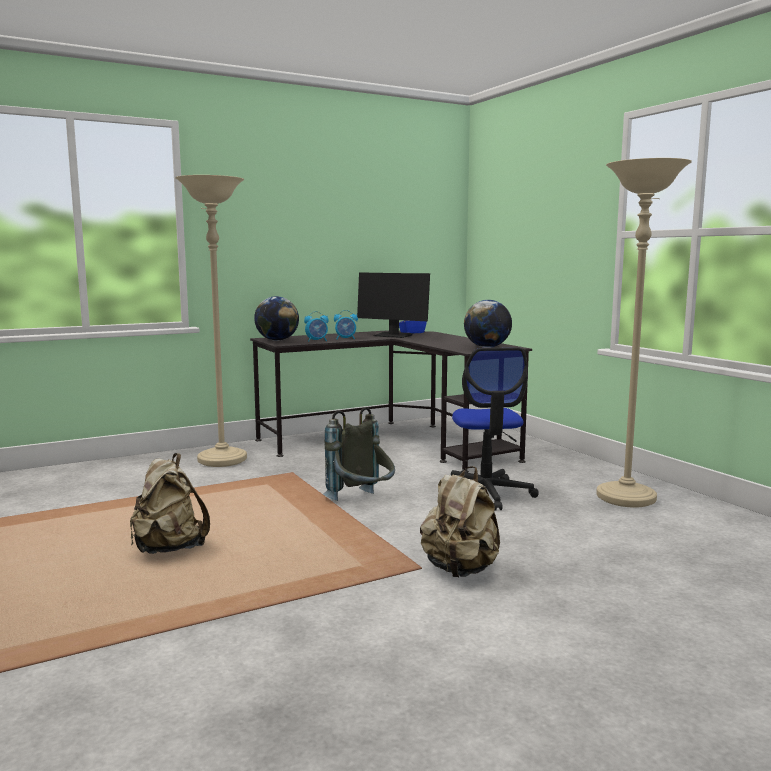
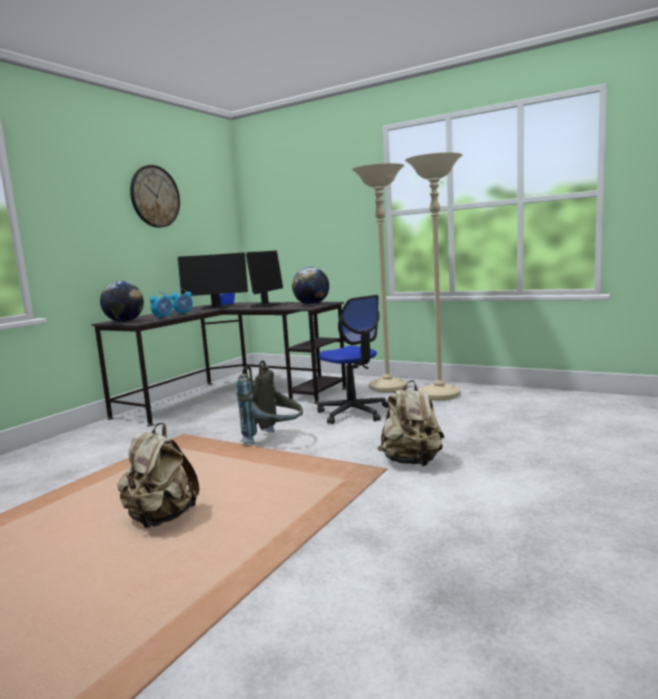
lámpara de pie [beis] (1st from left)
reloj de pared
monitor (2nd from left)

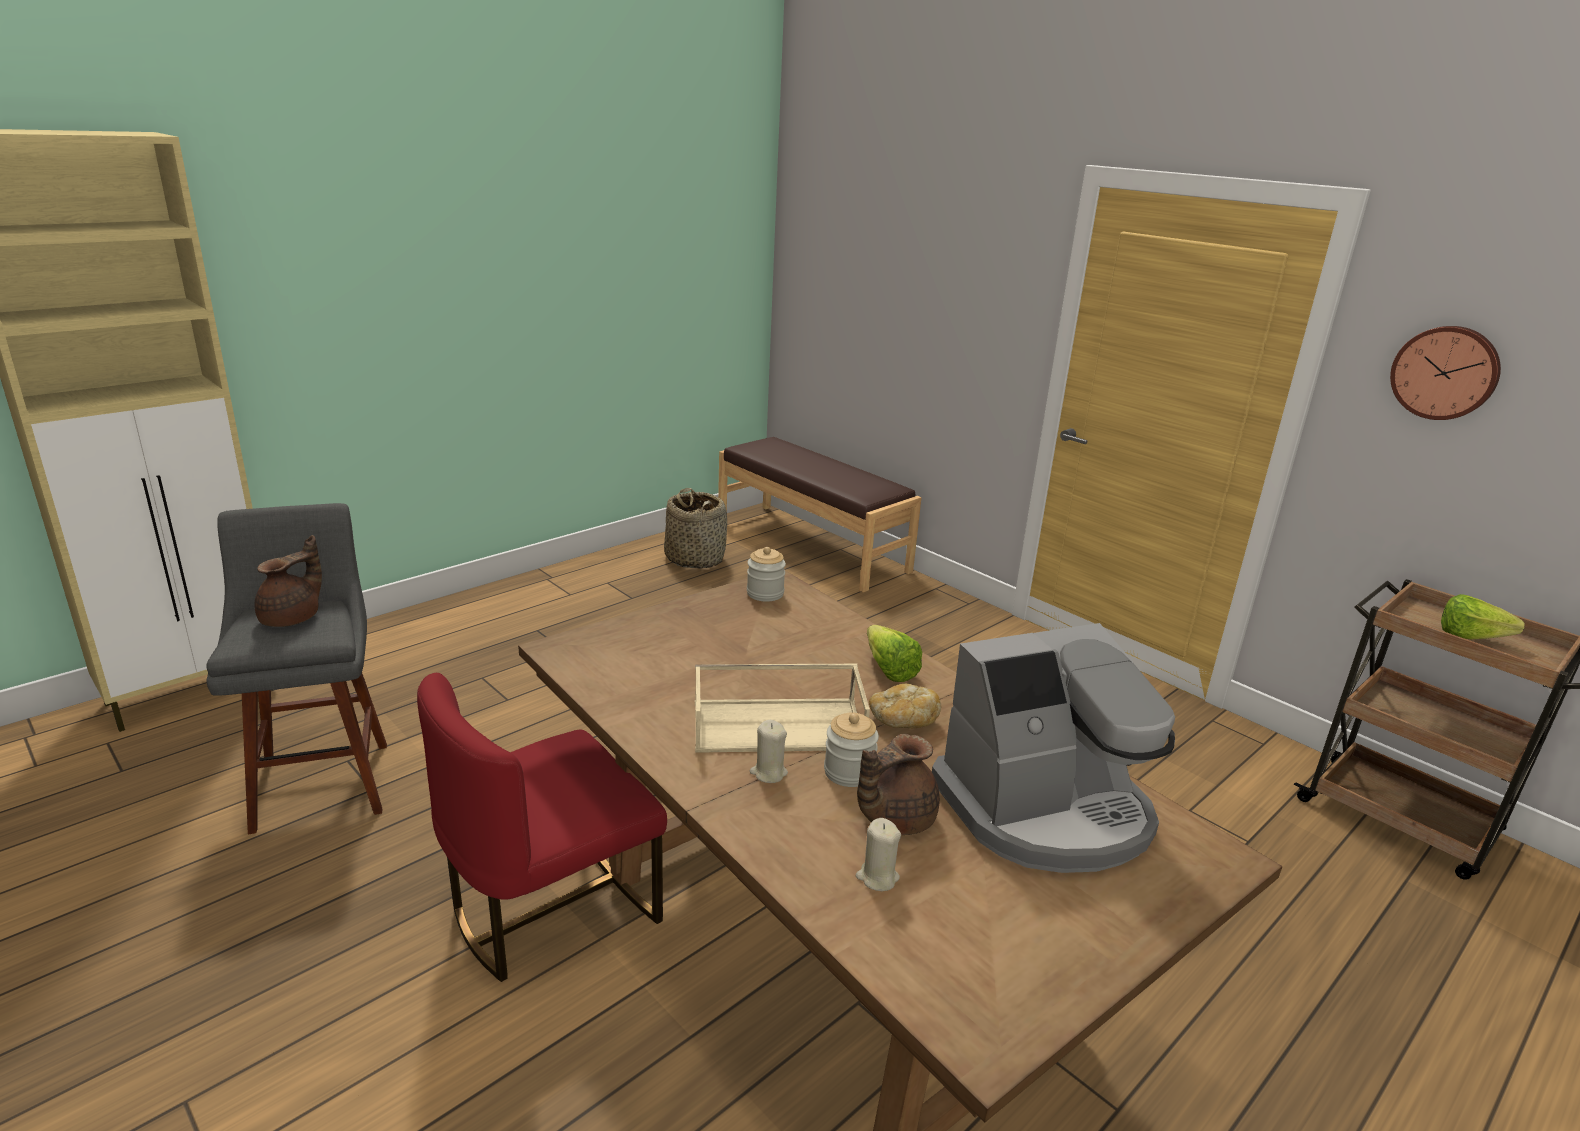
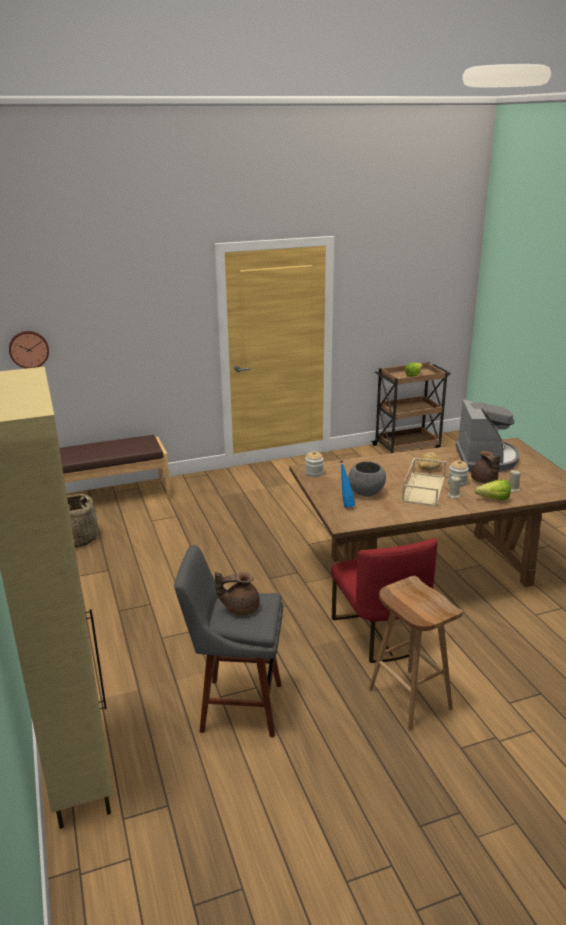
reloj de pared
tetera [marrón] (1st from left)
lechuga (2nd from left)
botella [azul]
cuenco [gris]
taburete [marrón]

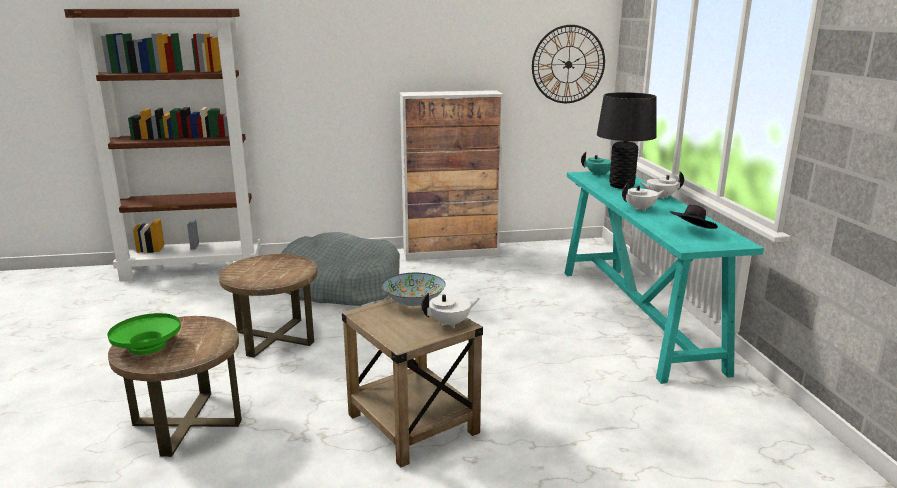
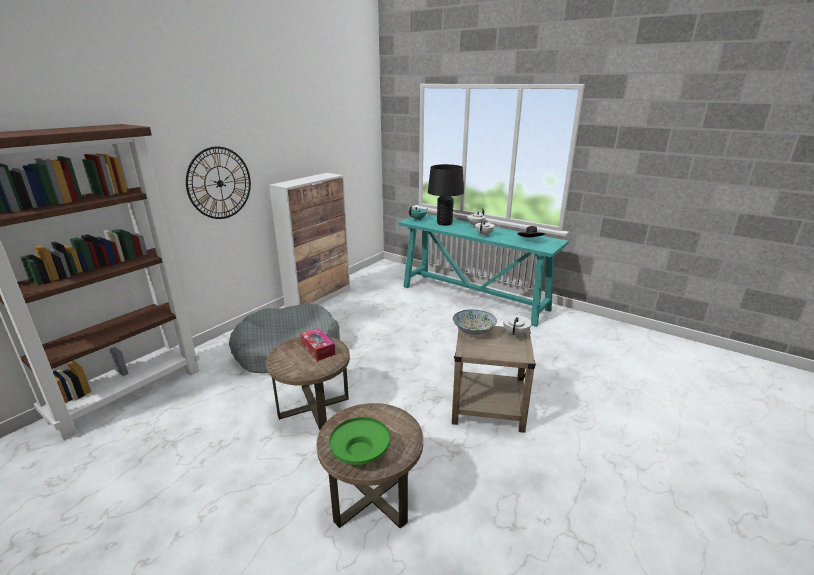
reloj de pared
caja de pañuelos

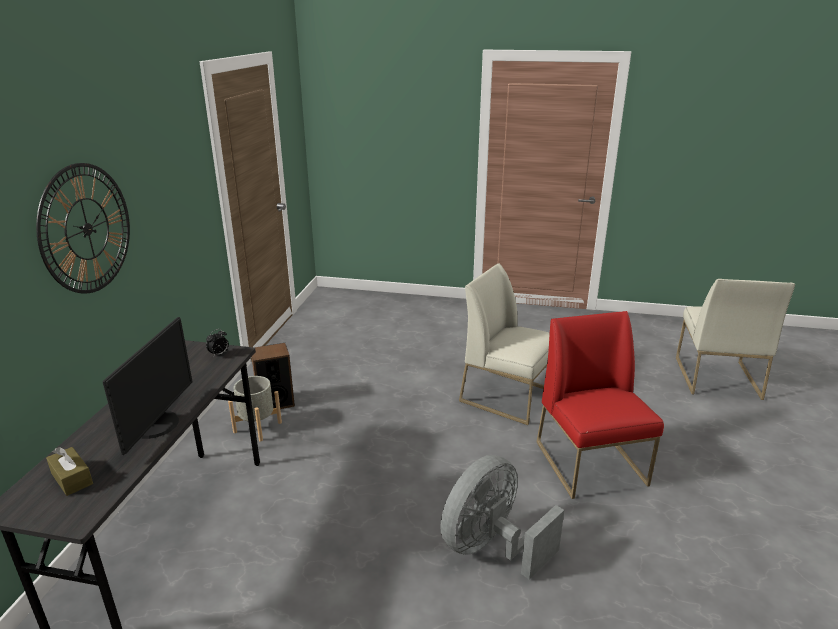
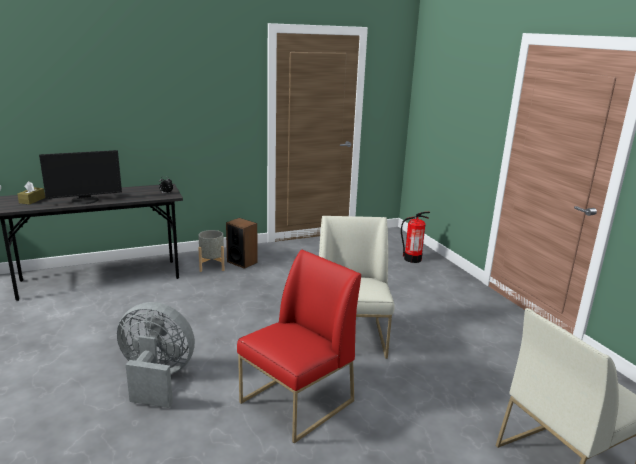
reloj de pared
extintor

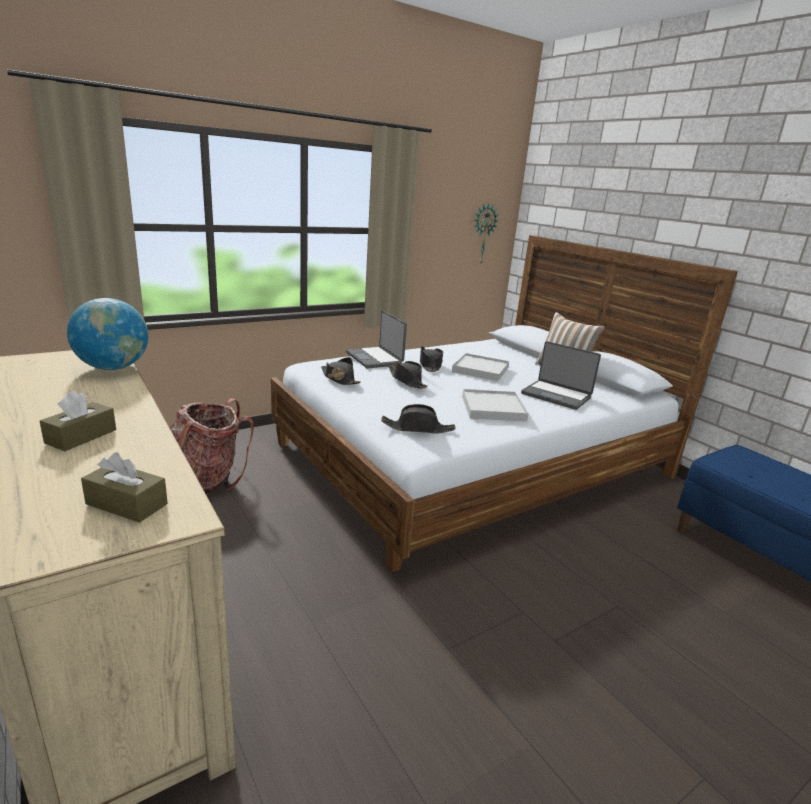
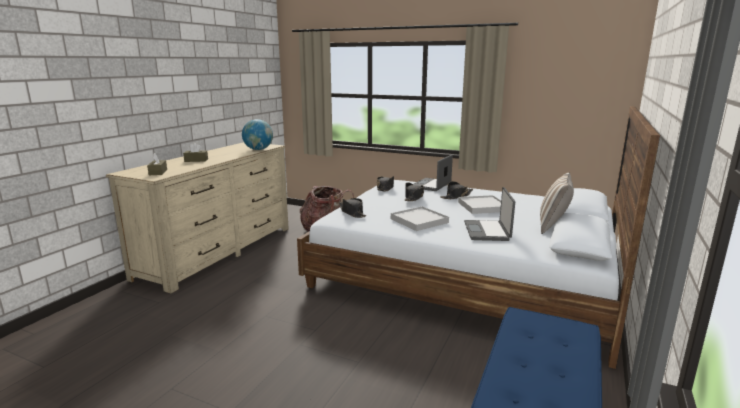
reloj de pared

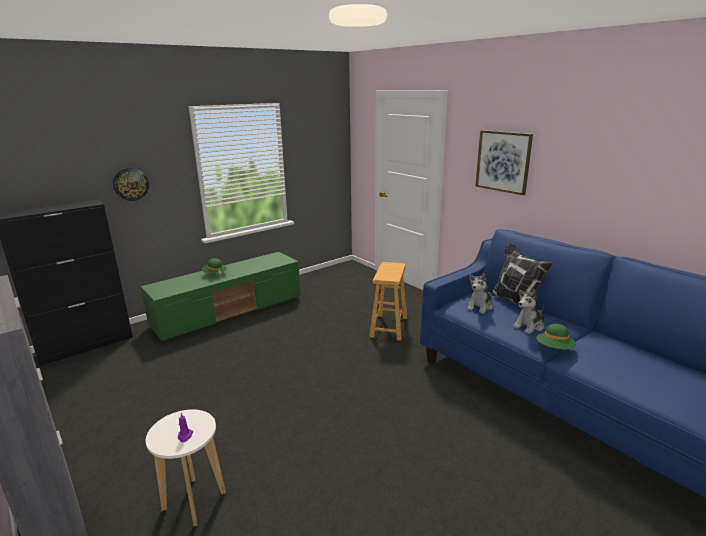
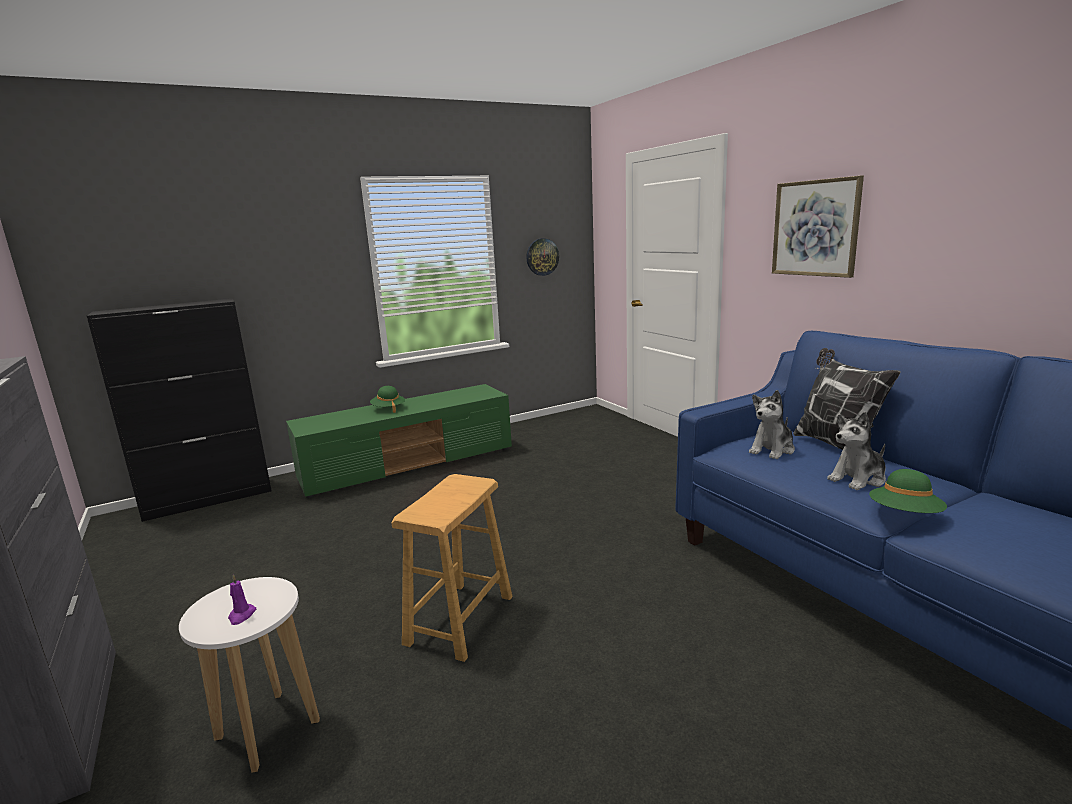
reloj de pared
taburete [marrón]

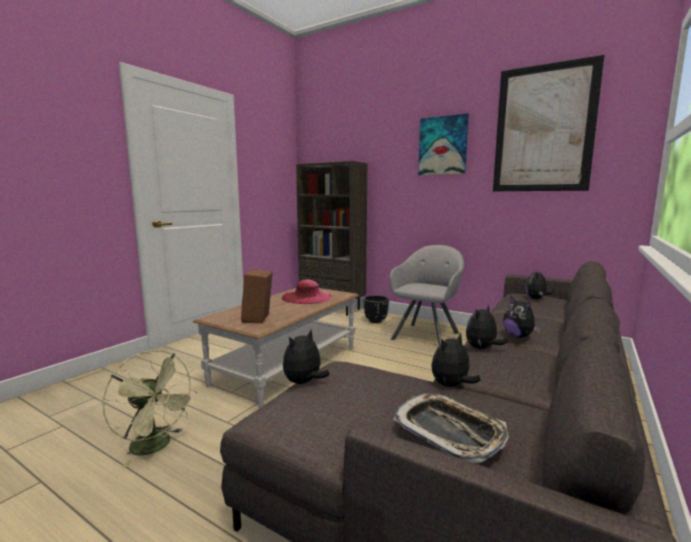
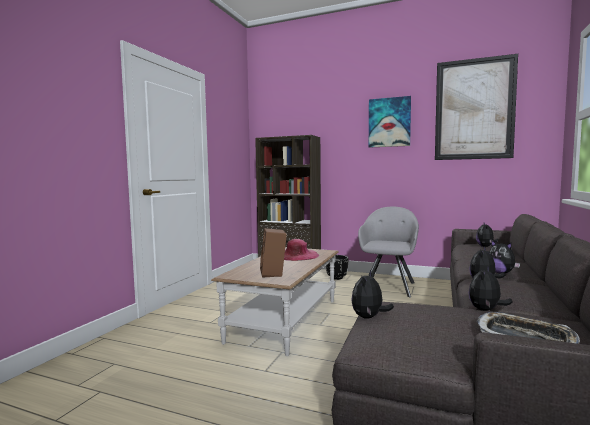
ventilador [verde]

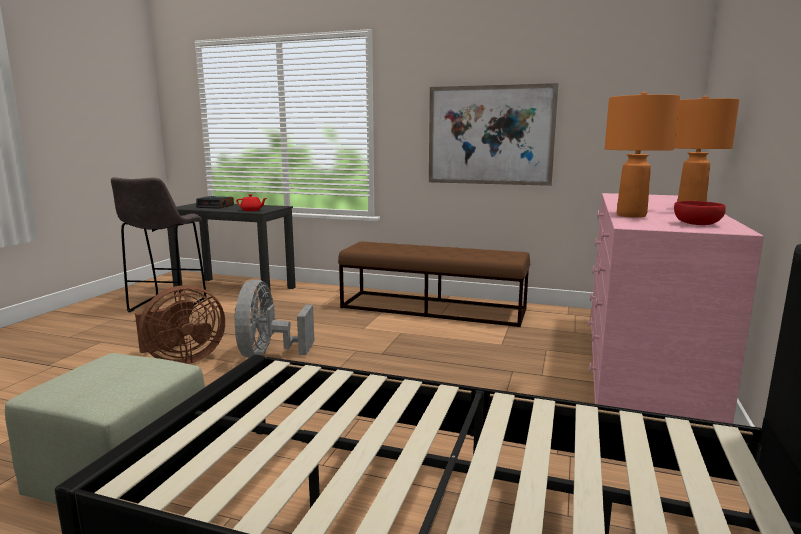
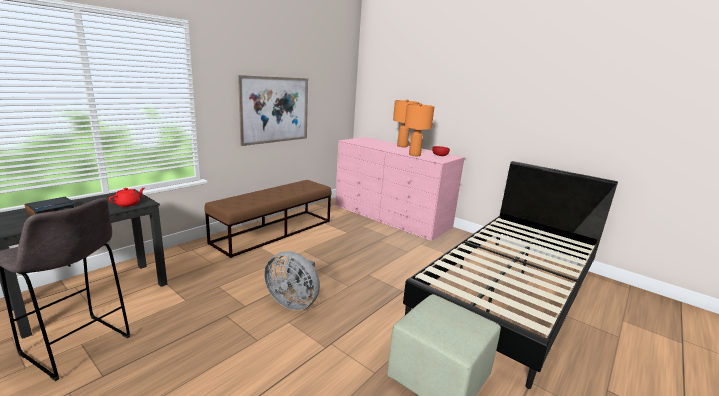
ventilador [marrón]

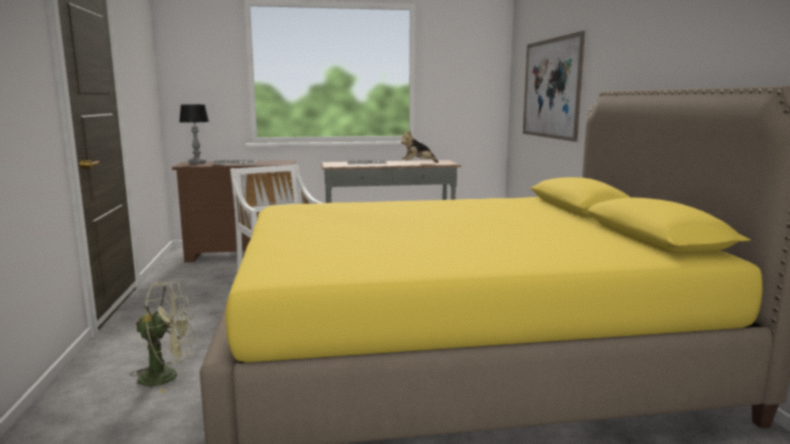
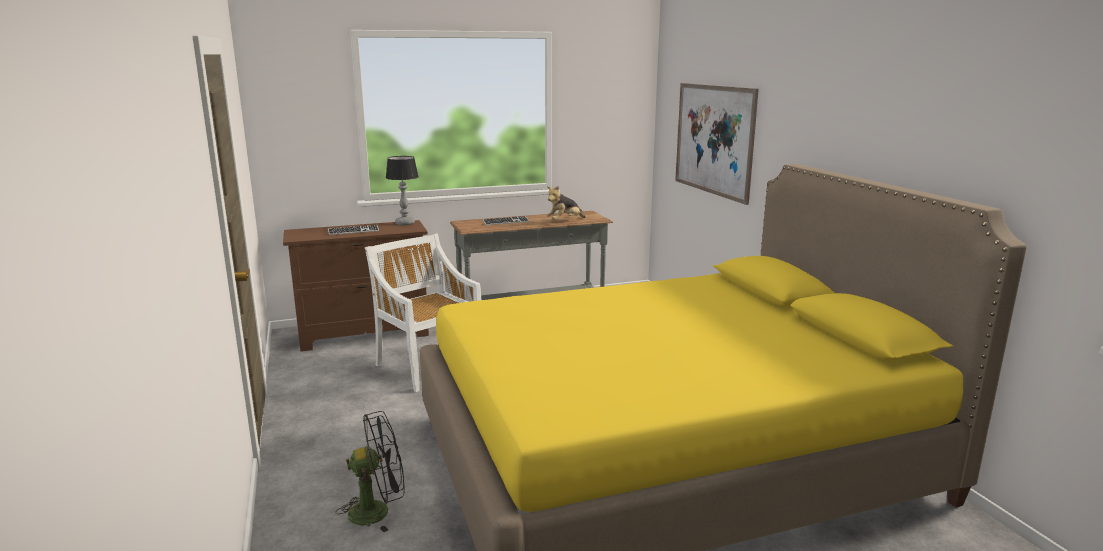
lámpara de mesa
ventilador [negro]

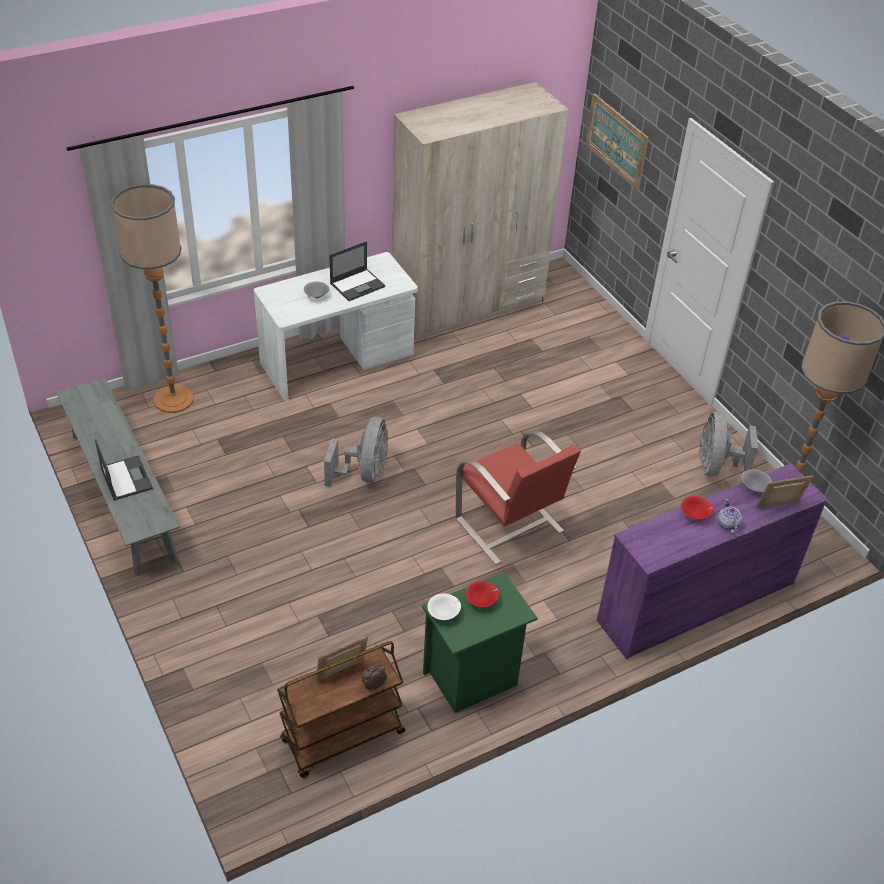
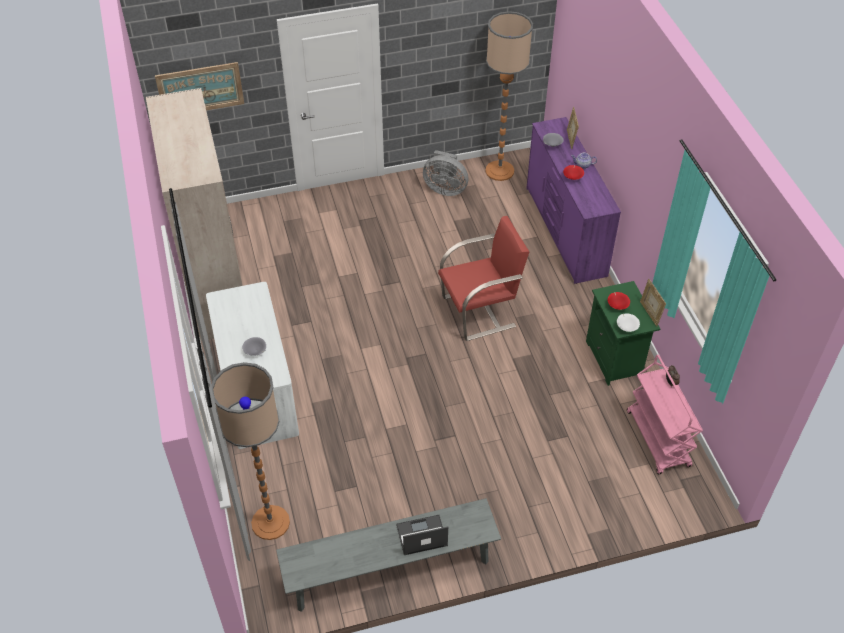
portátil (2nd from left in the first image)
ventilador [gris] (1st from left in the first image)
portarretratos (2nd from left)
carrito [rosa]

